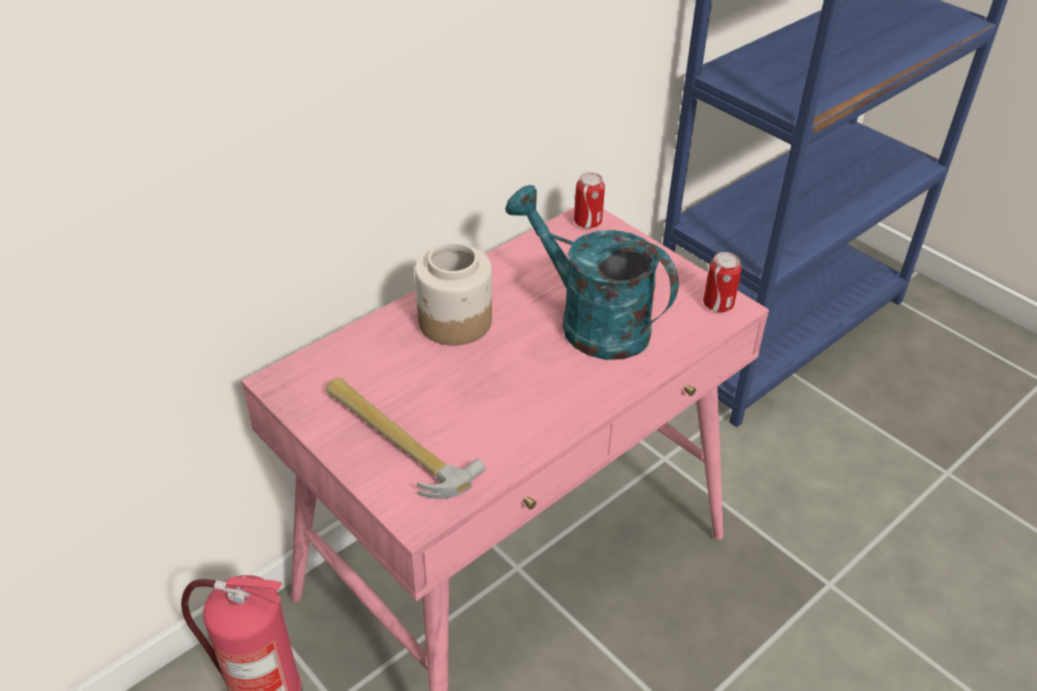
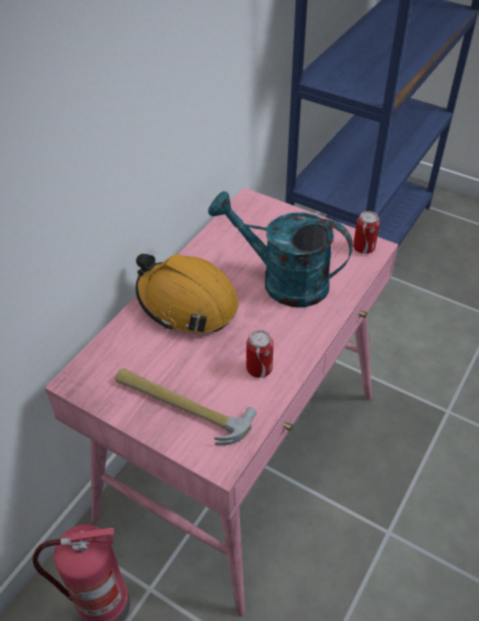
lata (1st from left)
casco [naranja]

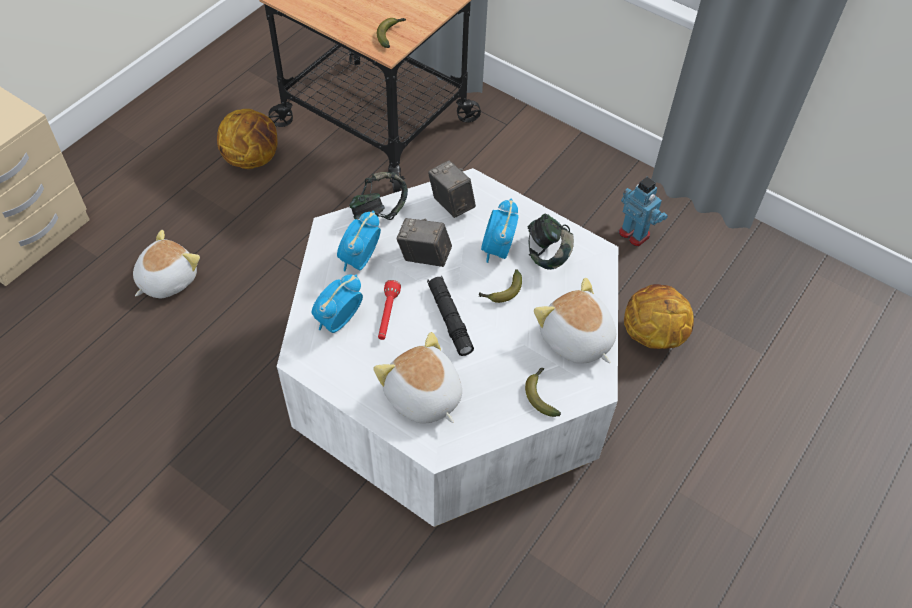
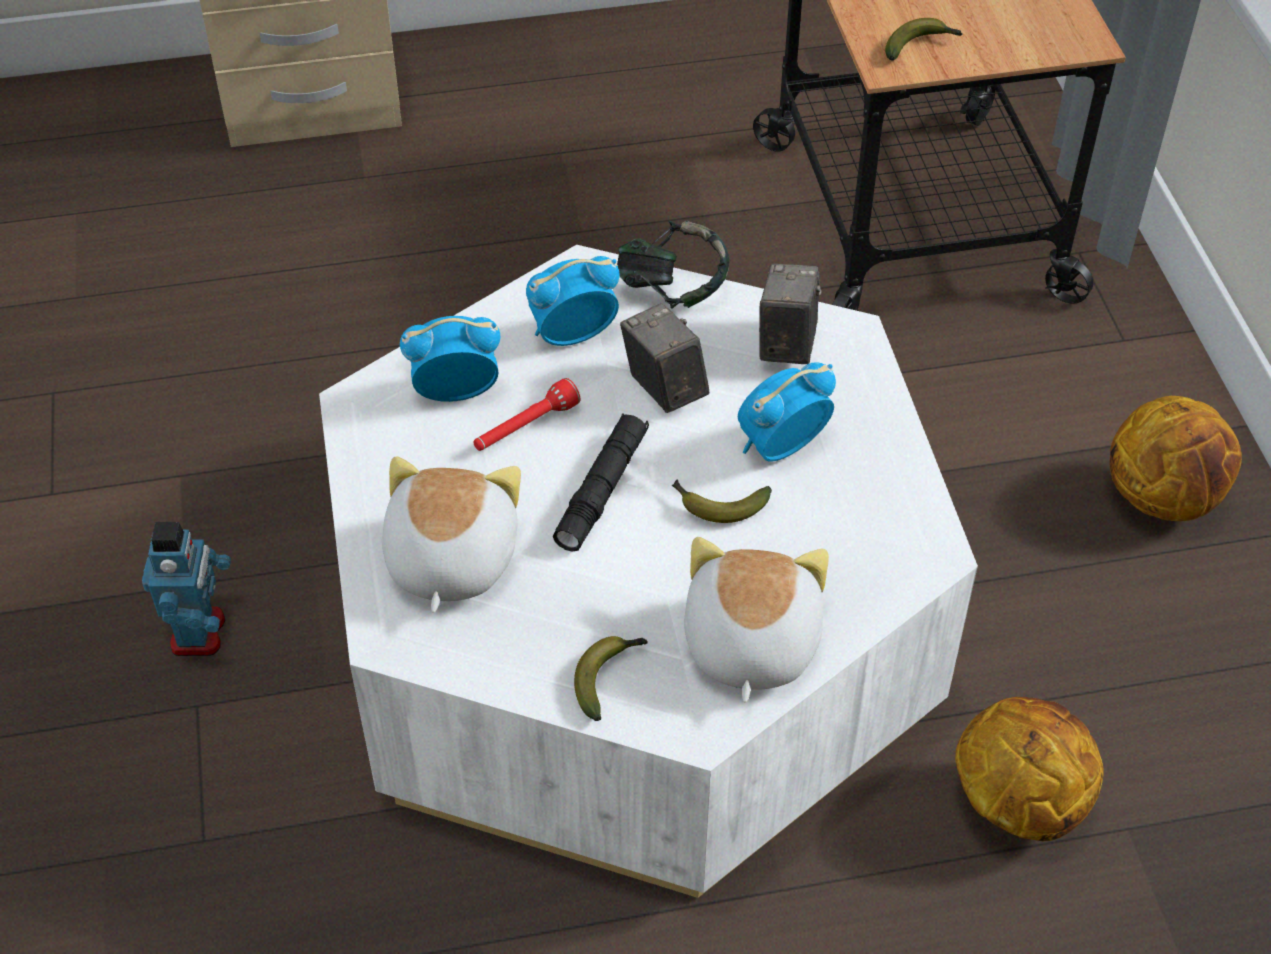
balón de baloncesto (2nd from left)
robot de juguete
auriculares (2nd from left in the first image)
peluche (1st from left in the first image)

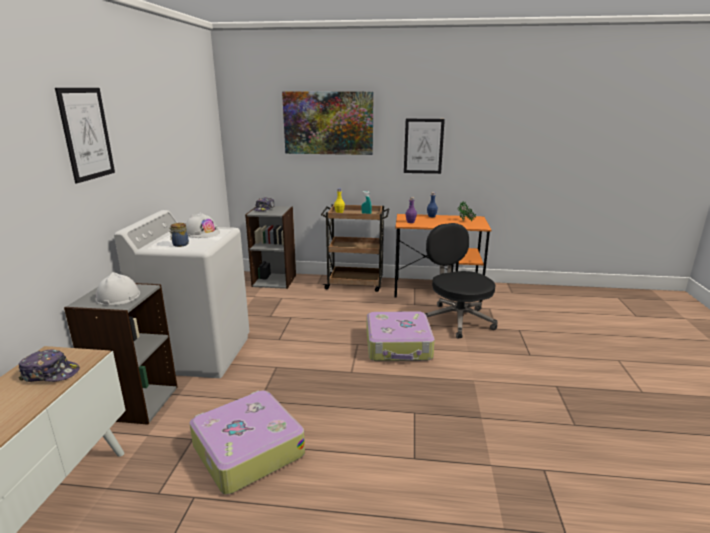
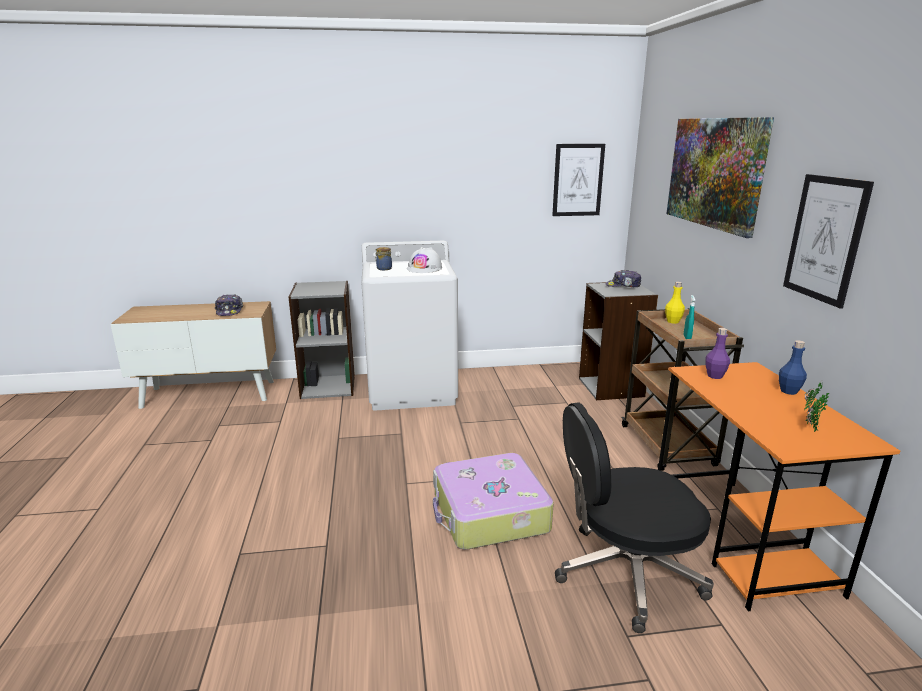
cuadro (1st from left)
silla de oficina [negro]
casco [blanco] (1st from left in the first image)
maleta (1st from left in the first image)

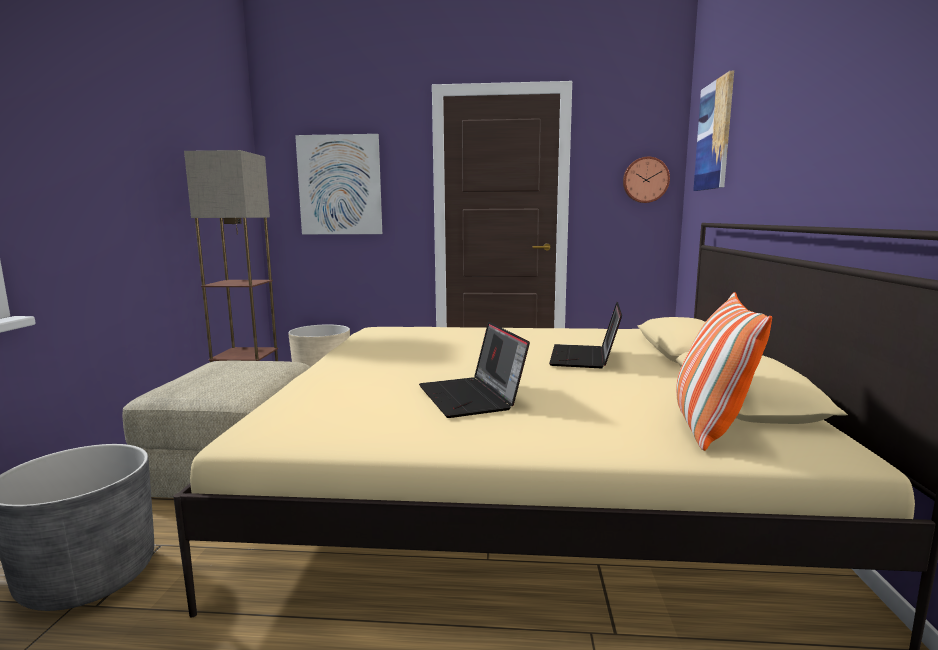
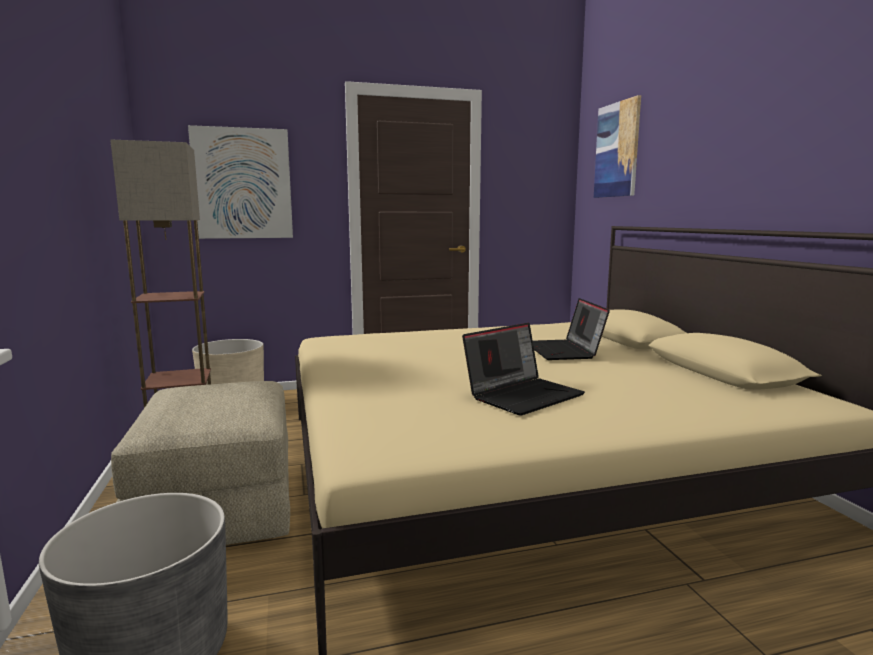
reloj de pared
cojín
portátil (1st from left)

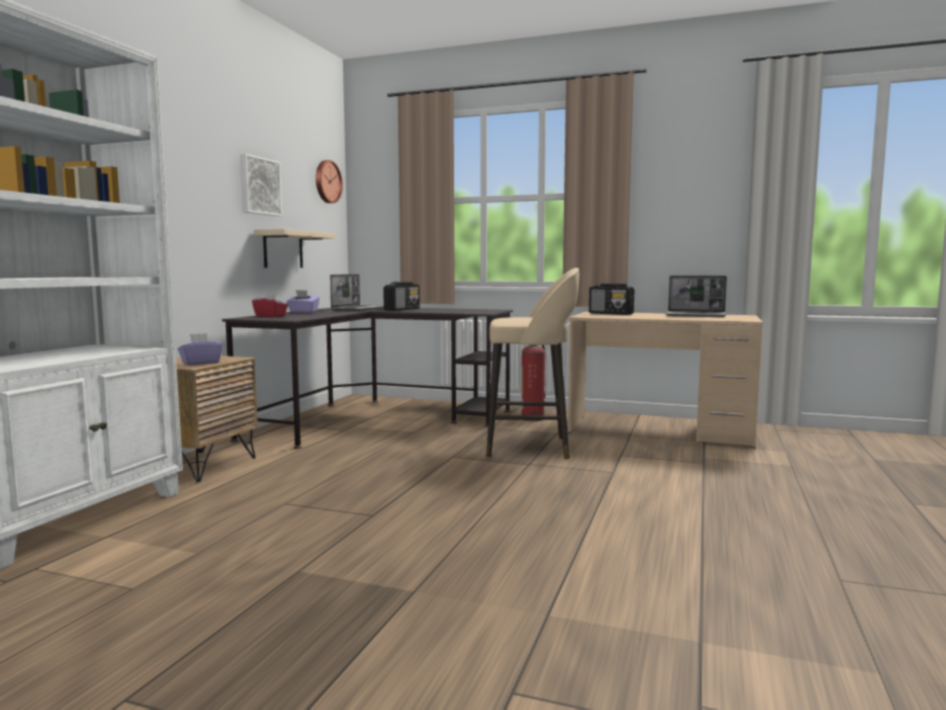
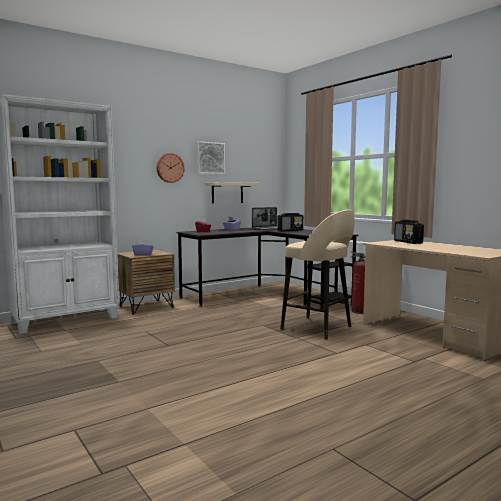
reloj de pared
portátil (2nd from left in the first image)

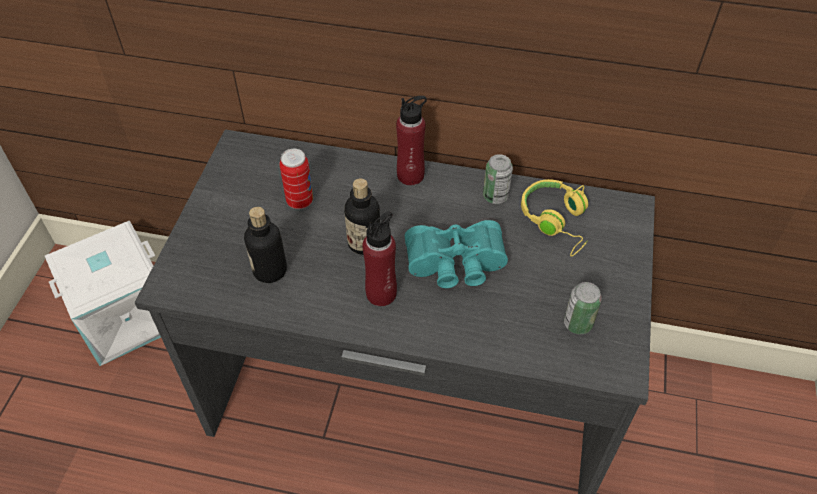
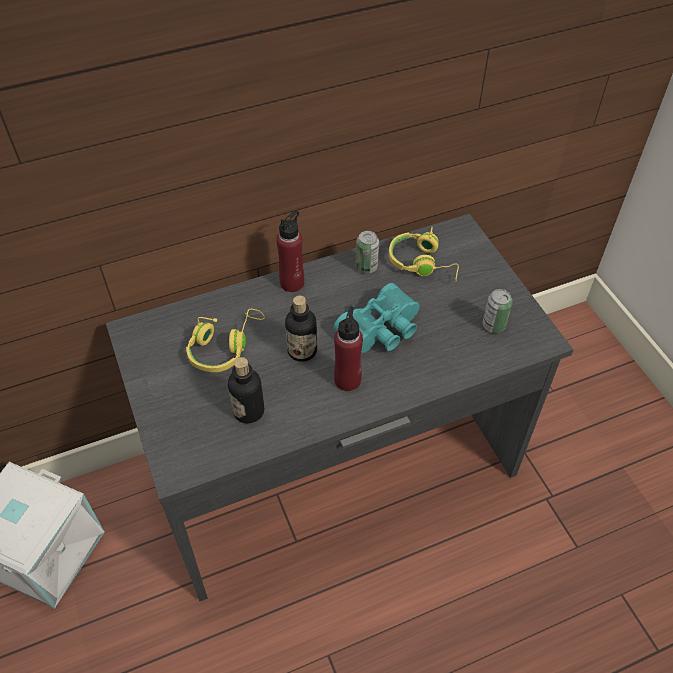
auriculares [amarillo] (1st from left)

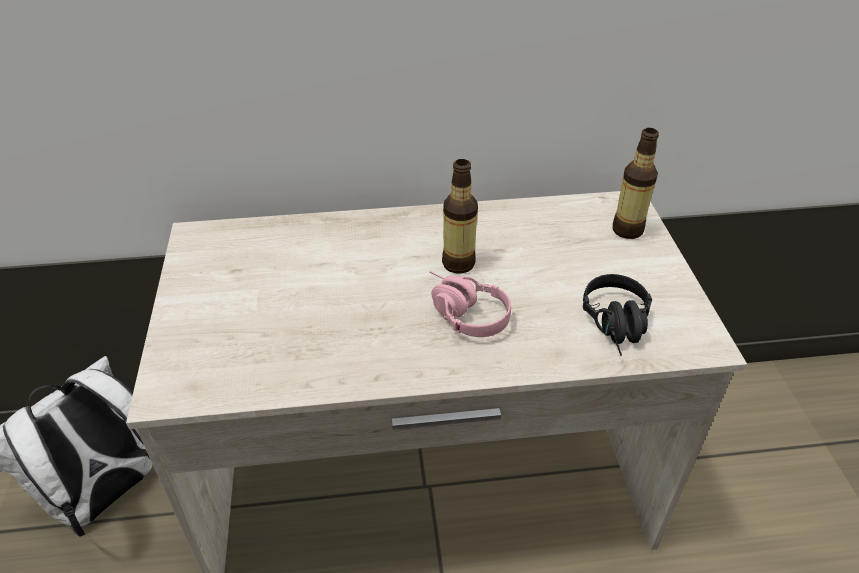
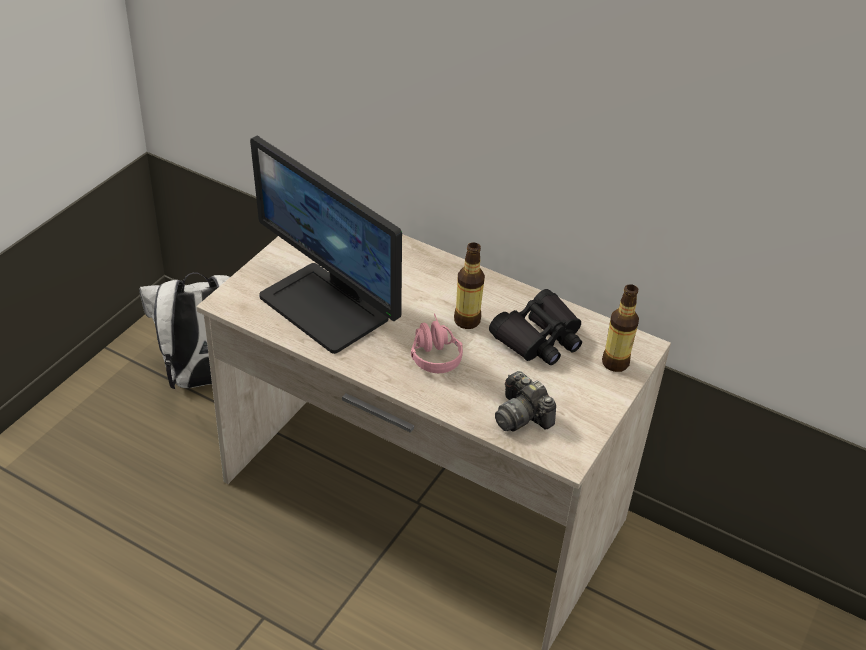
cámara
monitor
prismáticos [negro]

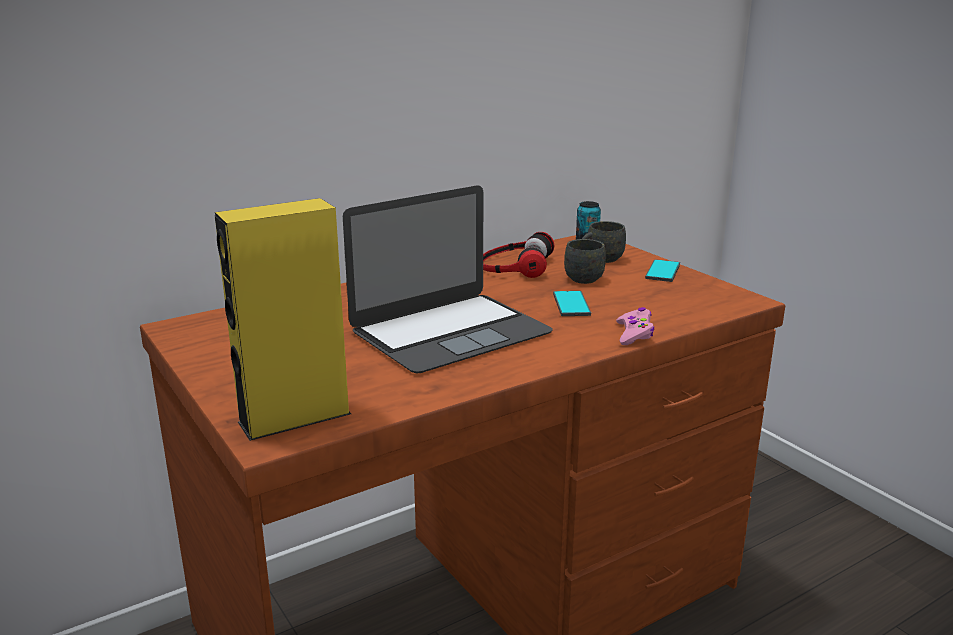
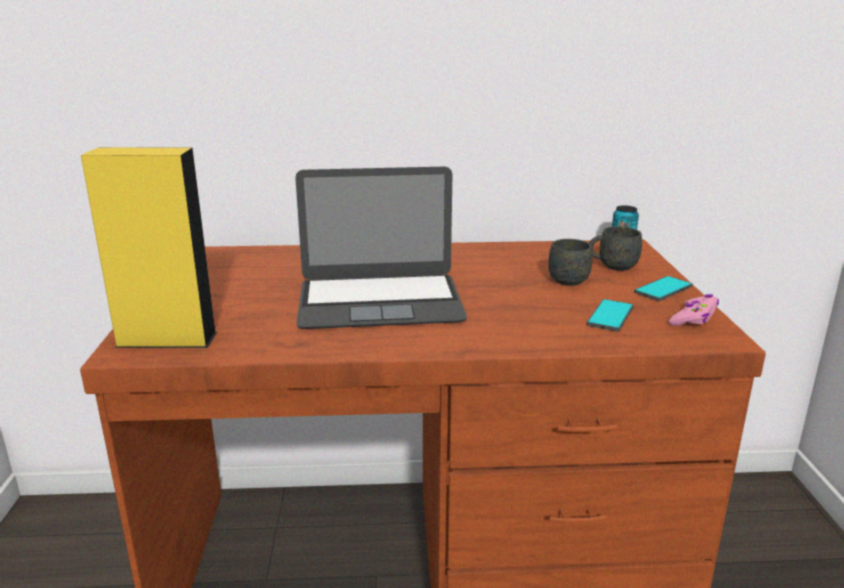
auriculares
móvil (1st from left)
mando de consola [rosa]

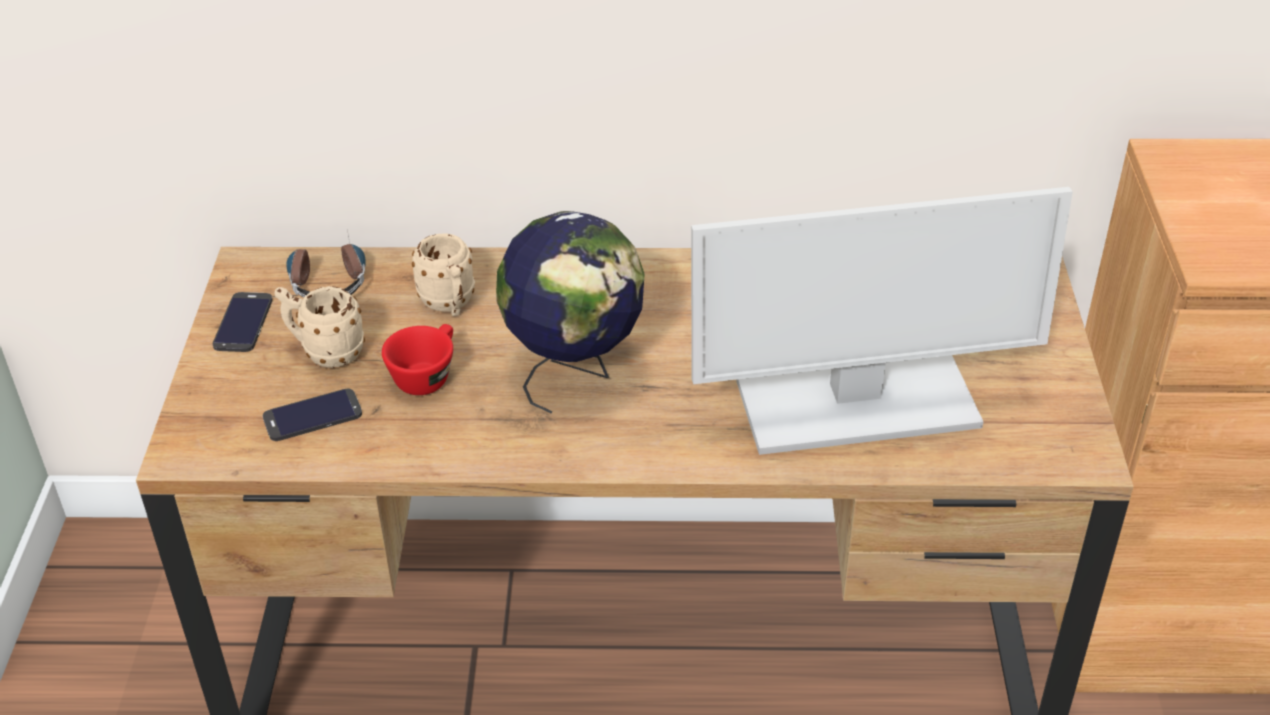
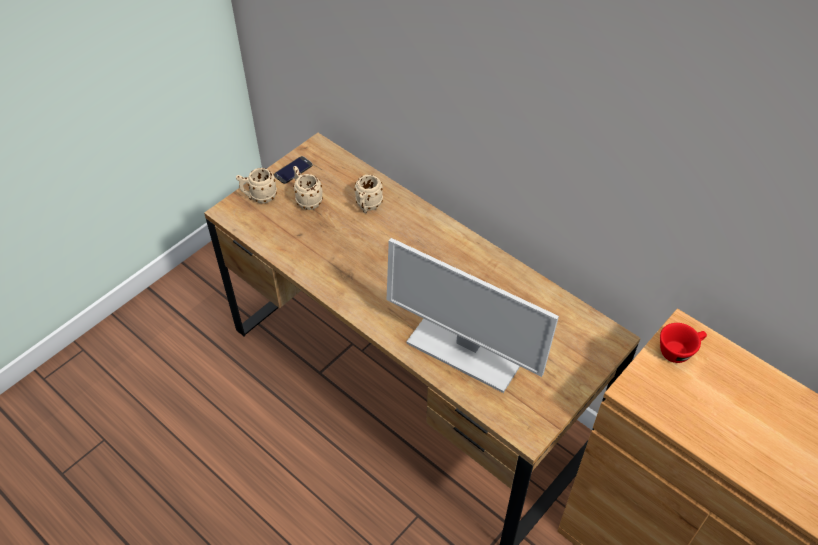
globo terráqueo
auriculares
taza [rojo]
móvil (2nd from left in the first image)
taza grande [beis] (1st from left)

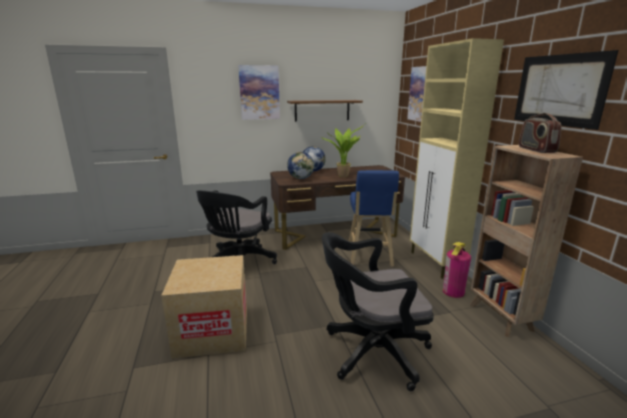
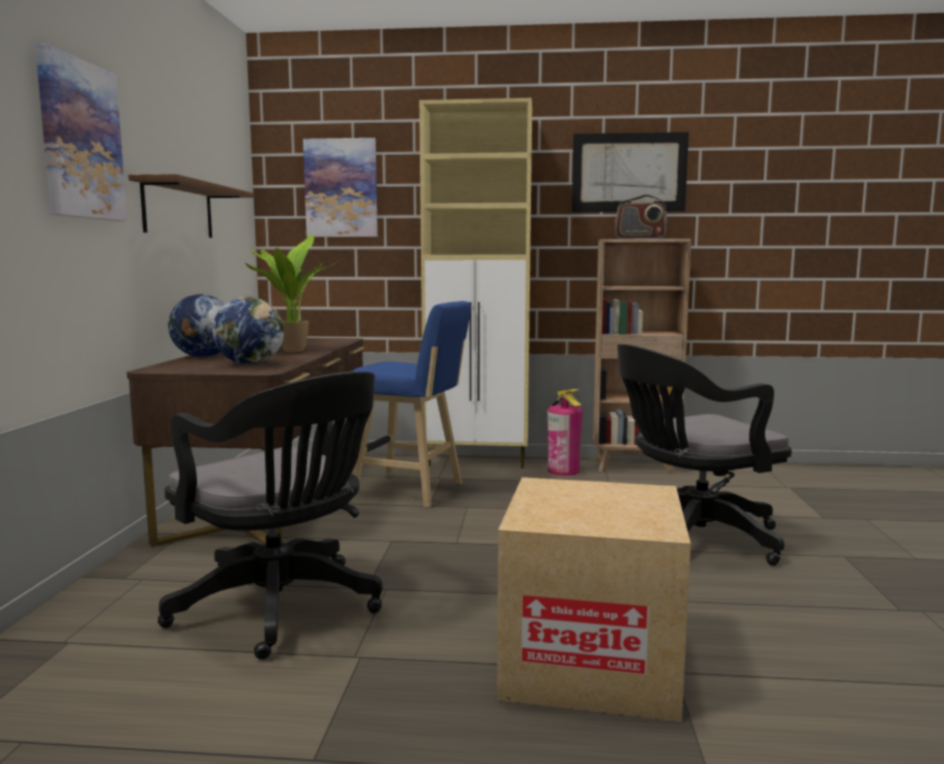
silla de oficina [negro] (2nd from left)

